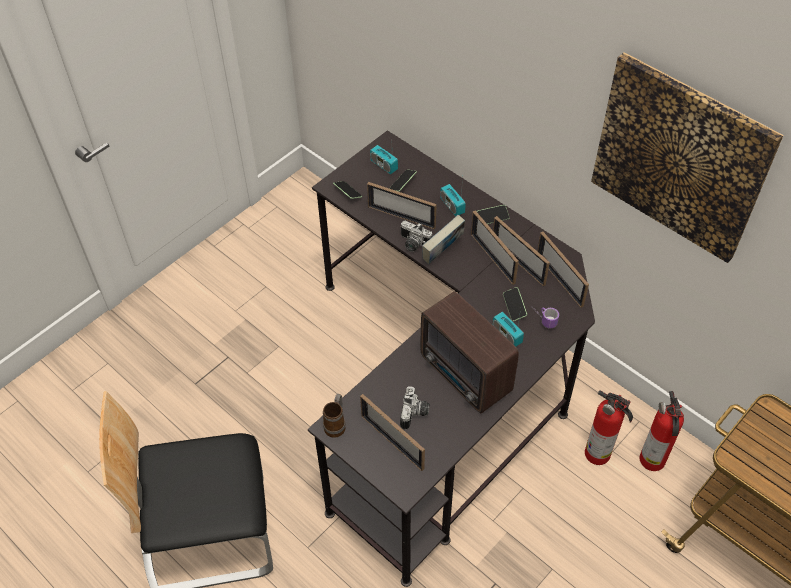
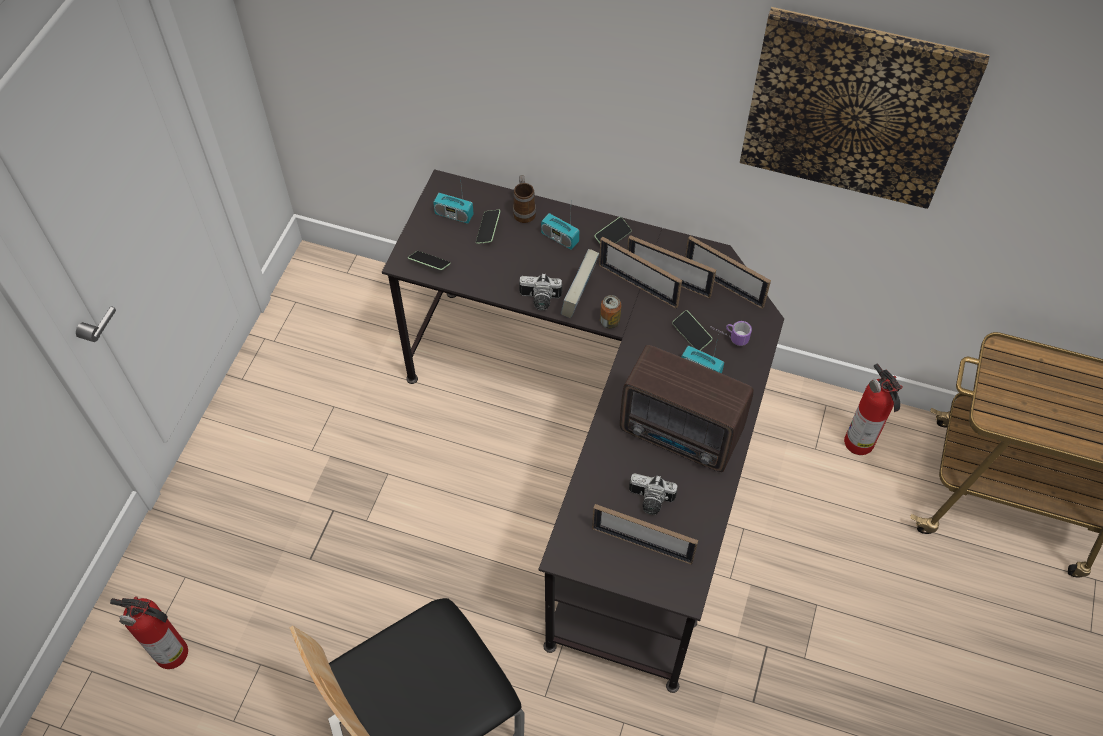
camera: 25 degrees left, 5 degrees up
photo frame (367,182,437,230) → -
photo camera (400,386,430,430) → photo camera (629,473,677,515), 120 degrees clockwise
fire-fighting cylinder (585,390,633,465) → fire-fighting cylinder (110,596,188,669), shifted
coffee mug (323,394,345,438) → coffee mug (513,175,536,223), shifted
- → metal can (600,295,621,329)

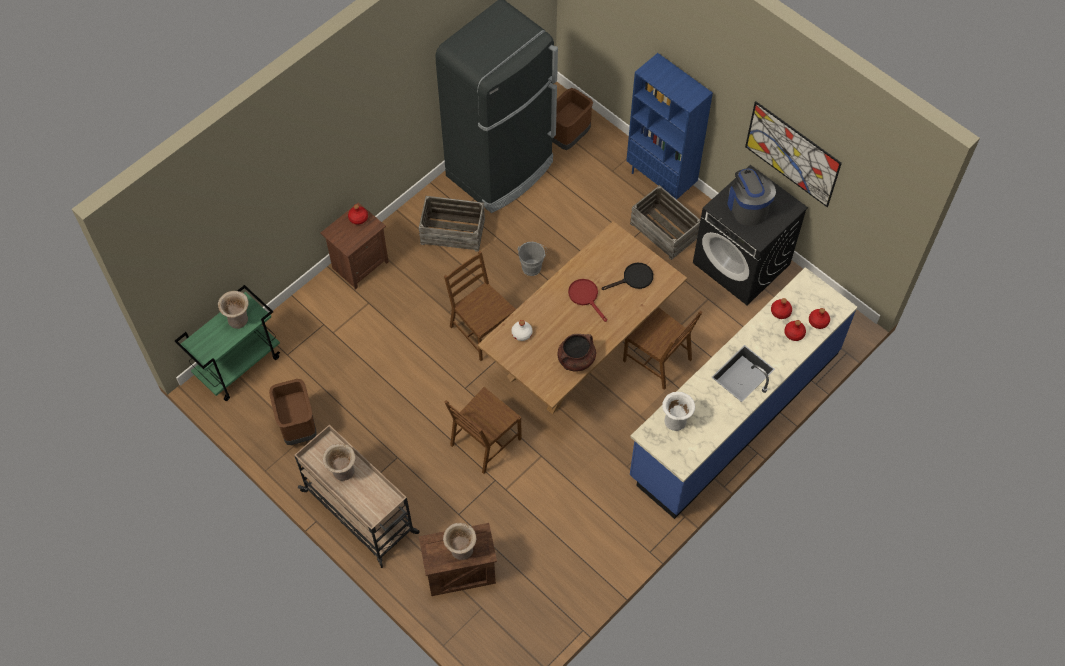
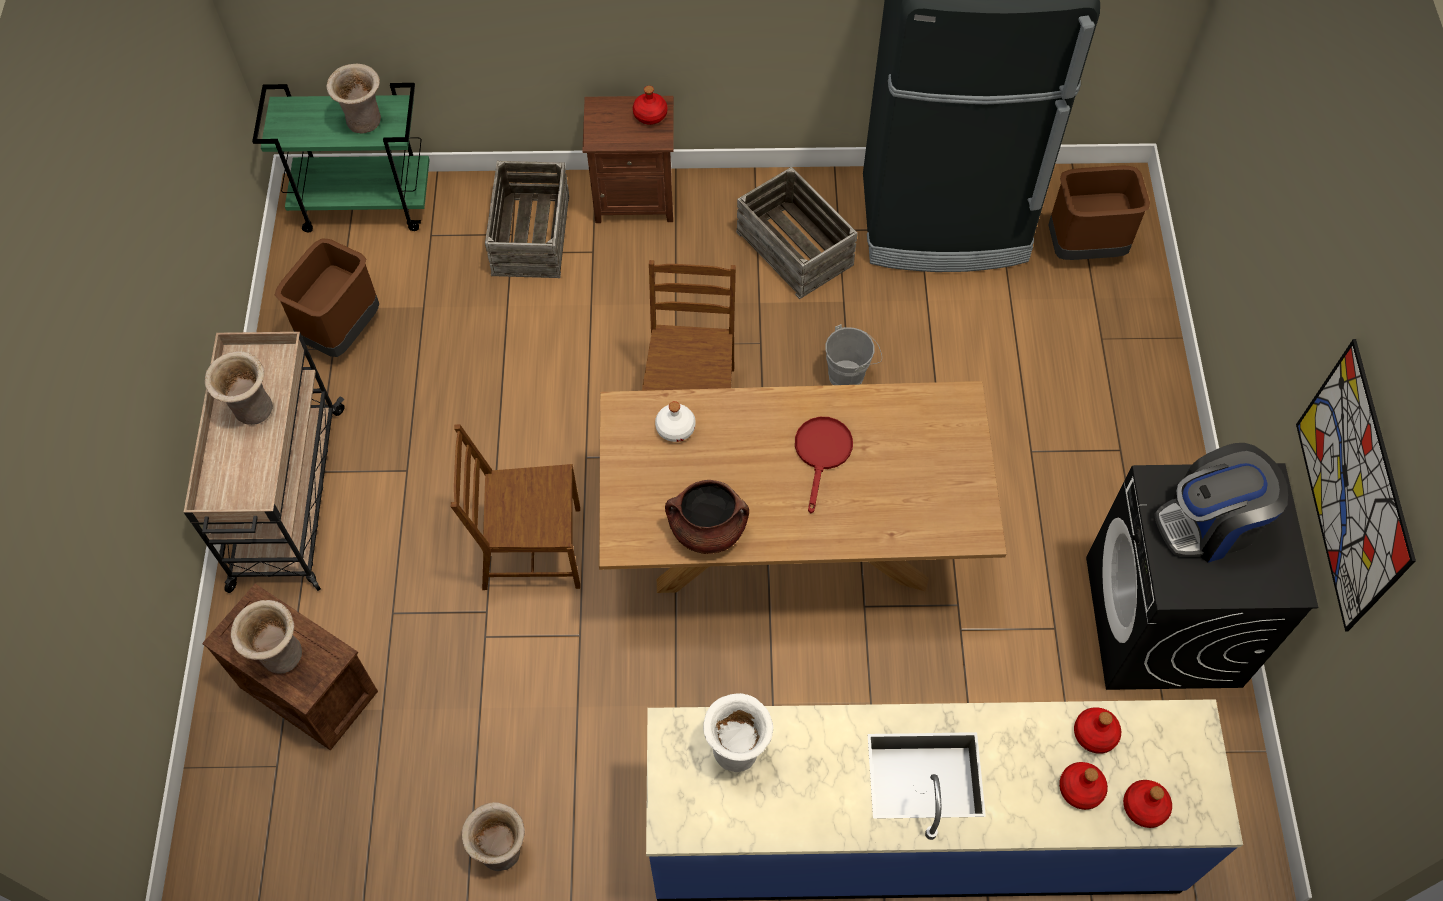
camera: 45 degrees right, 0 degrees up
bookshelf (bluish) (626,53,713,199) → -
coffee maker (727,168,776,226) → coffee maker (1154,443,1288,563), 135 degrees counterclockwise
shipping crate (630,185,700,260) → shipping crate (485,161,569,278), shifted
frying pan (black-coloured) (602,263,653,290) → -
plain chair (brown) (623,307,702,390) → -
- → flower vase (beige-coloured) (462,802,525,871)

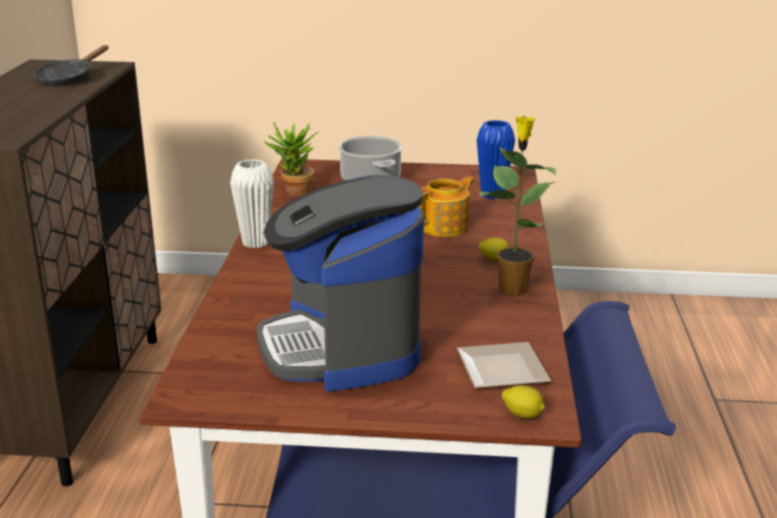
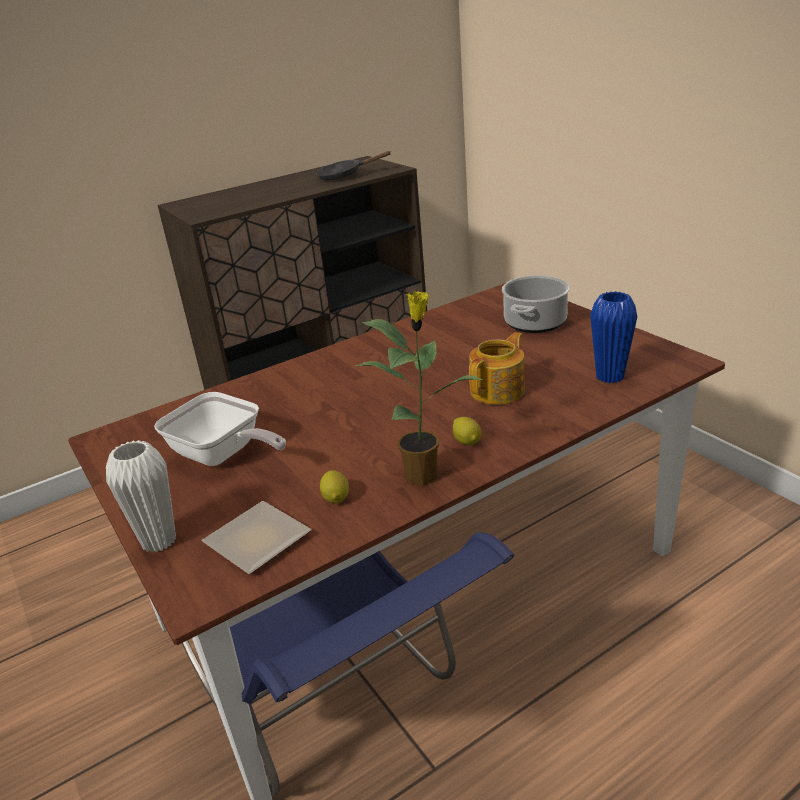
camera: 55 degrees right, 5 degrees up
potted plant (264,122,319,196) → -
flower vase (white) (230,159,274,248) → flower vase (white) (106,440,176,553), shifted
coffee maker (257,175,424,392) → frying pan (154,392,286,466)
pot for tea (419,176,475,237) → pot for tea (469,332,525,405), 60 degrees counterclockwise
whole lemon (502,385,545,419) → whole lemon (320,470,349,503), shifted

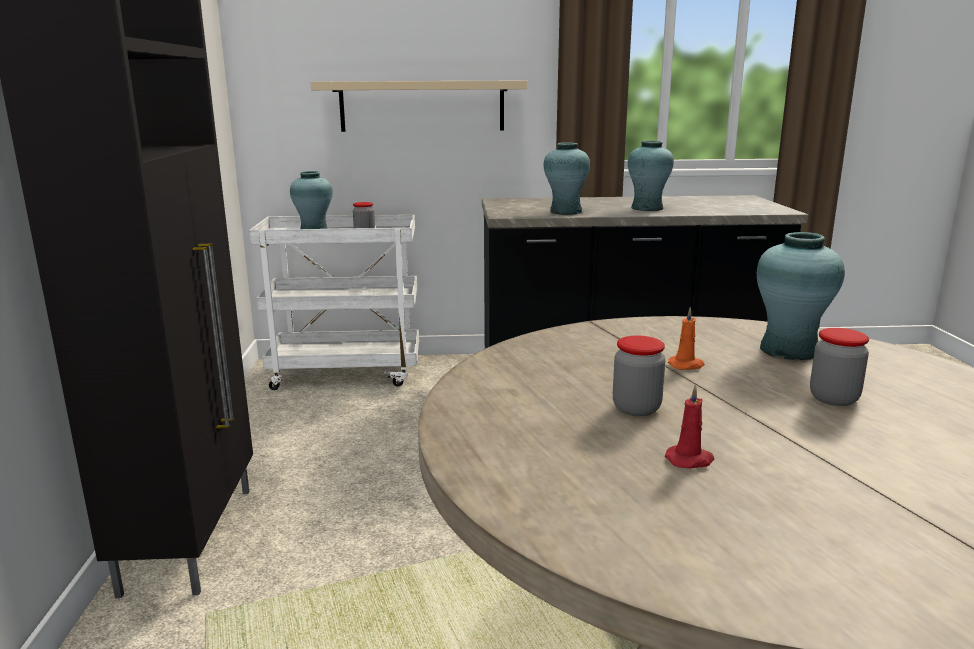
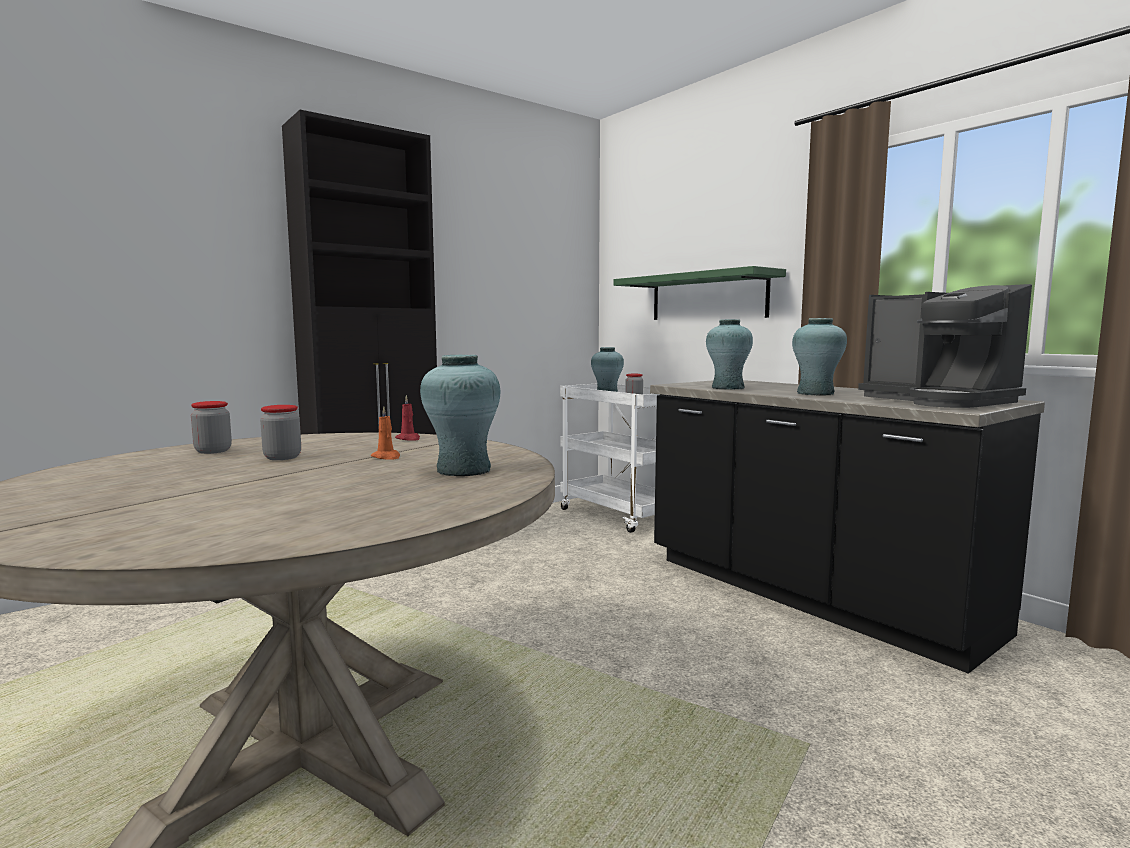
camera: 55 degrees right, 10 degrees down
shelf (beige-coloured) (310,80,527,132) → shelf (greenish) (613,266,786,320)
jar (810,328,869,406) → jar (191,401,232,454), shifted
candle (reddish) (665,385,715,469) → candle (reddish) (395,395,420,441), shifted
- → coffee maker (858,284,1032,408)

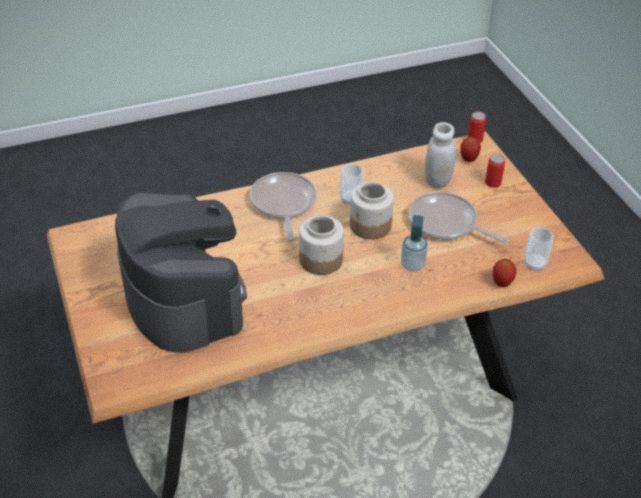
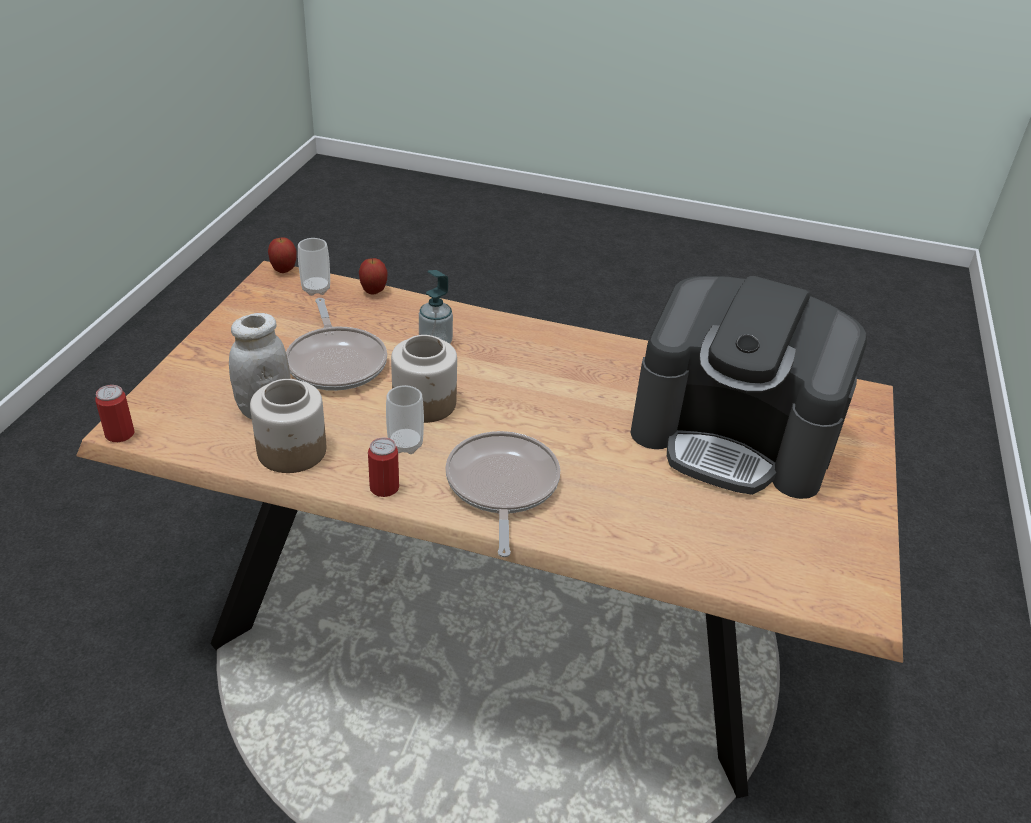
camera: 145 degrees left, 5 degrees down
apple (460,137,481,162) → apple (268,237,297,273), shifted
metal can (485,154,505,188) → metal can (368,438,399,497), shifted
frying pan (250,172,317,241) → frying pan (445,431,560,557), 150 degrees clockwise
coffee maker (115,192,247,353) → coffee maker (630,276,867,499), 75 degrees counterclockwise
jar (299,215,344,275) → jar (250,379,326,473), shifted

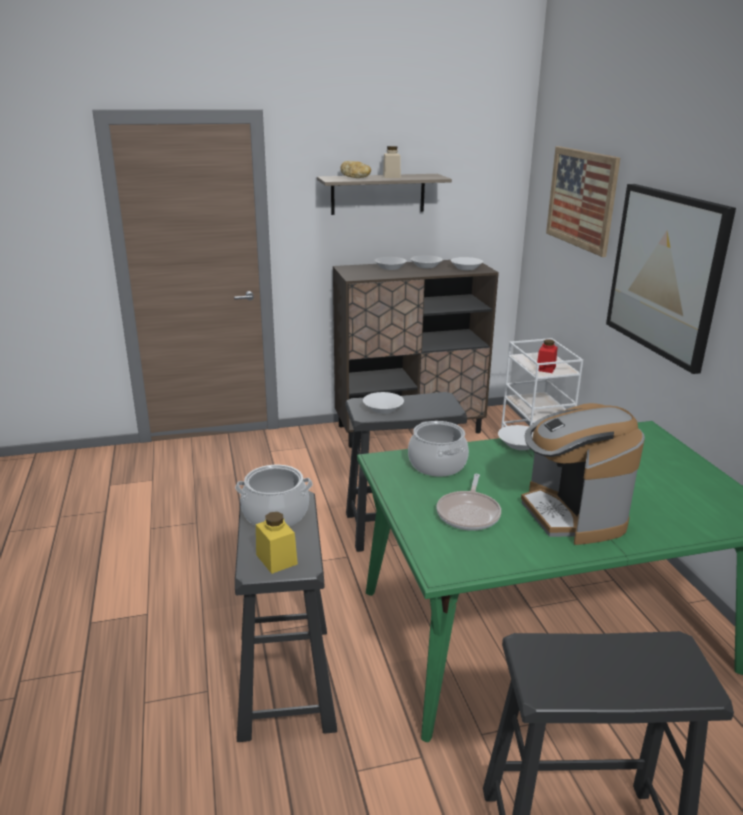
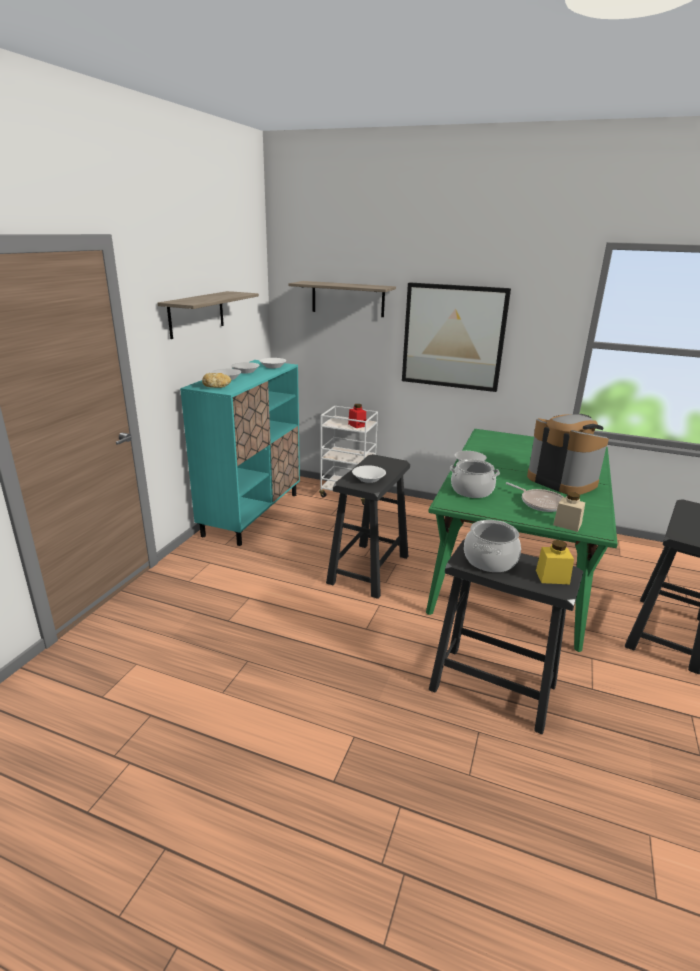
camera: 55 degrees left, 0 degrees up
jar (beige-coloured) (383,146,401,178) → jar (beige-coloured) (553,492,585,532), shifted
wall picture (546,146,620,257) → shelf (288,281,396,317)
baked bread (341,161,371,178) → baked bread (202,373,231,388), shifted
cabinet (brown) (333,260,499,448) → cabinet (blue-green) (180,360,300,546)
coffee maker (521,403,645,545) → coffee maker (527,414,609,495), 150 degrees counterclockwise

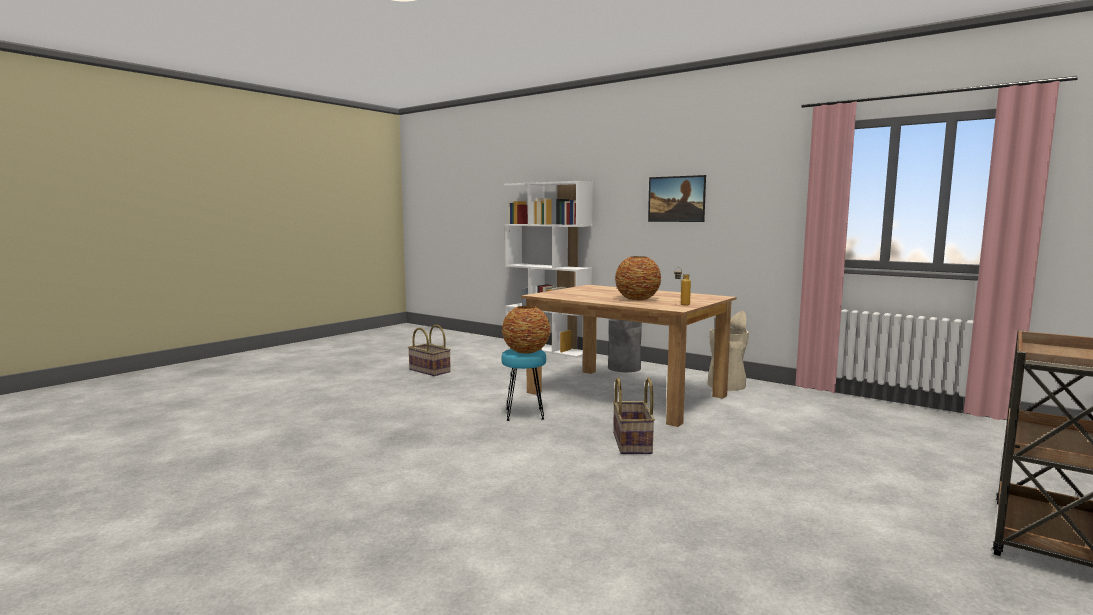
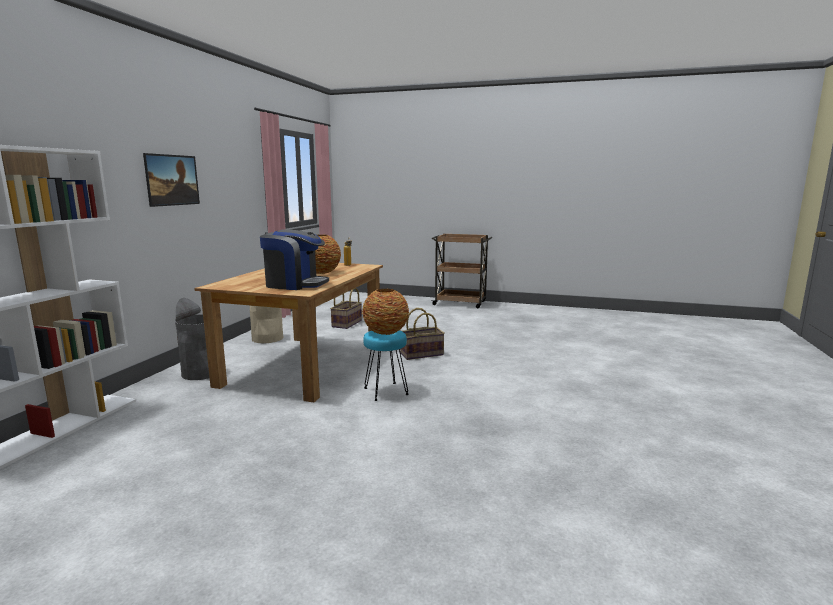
camera: 110 degrees left, 5 degrees up
storage basket (408,325,451,376) → storage basket (330,288,362,329), shifted
- → coffee maker (260,229,329,290)

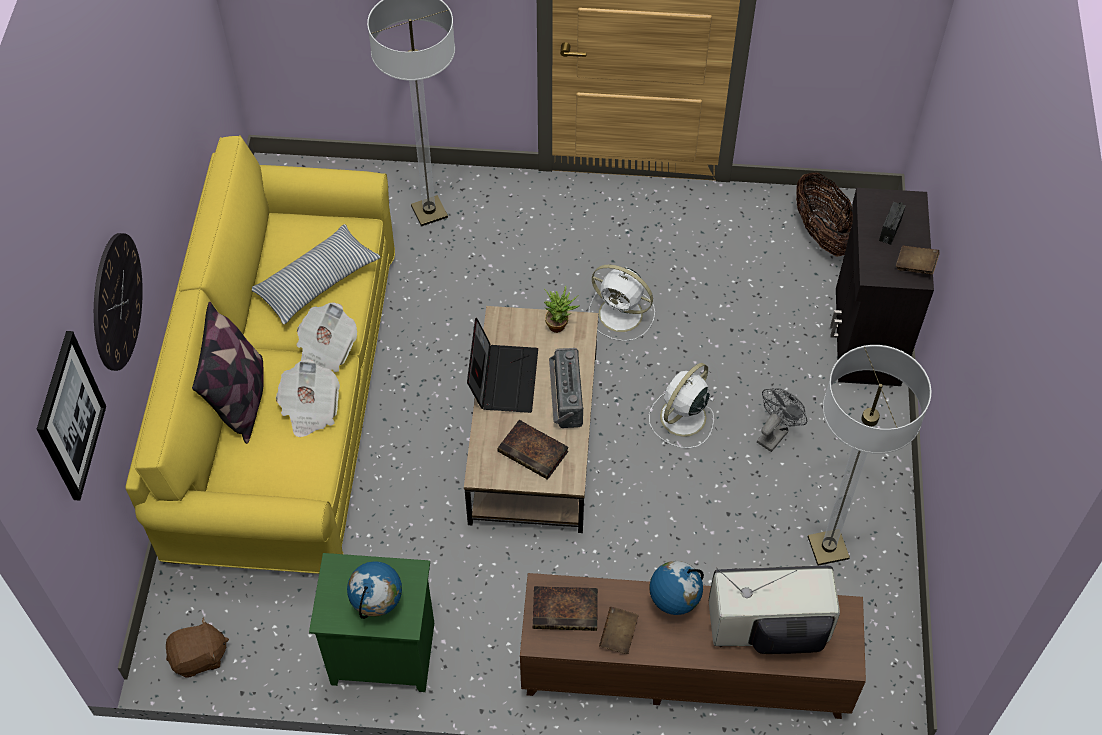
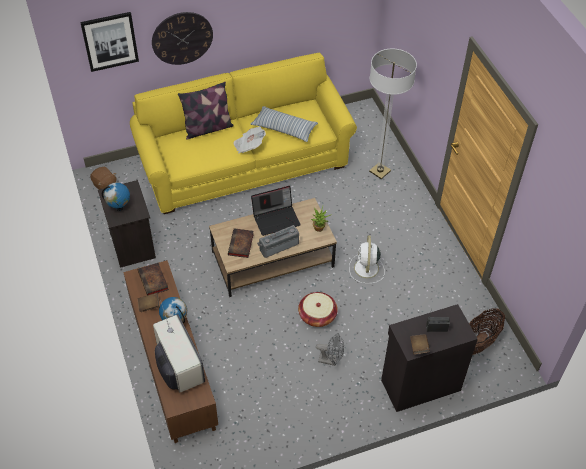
camera: 65 degrees right, 5 degrees down
standard lamp (808,345,932,566) → -
newspaper (276,359,340,437) → -
fan (white) (649,363,714,448) → storage basket (298,292,338,327)
night table (greenish) (309,553,434,692) → night table (black-coloured) (98,180,156,268)

